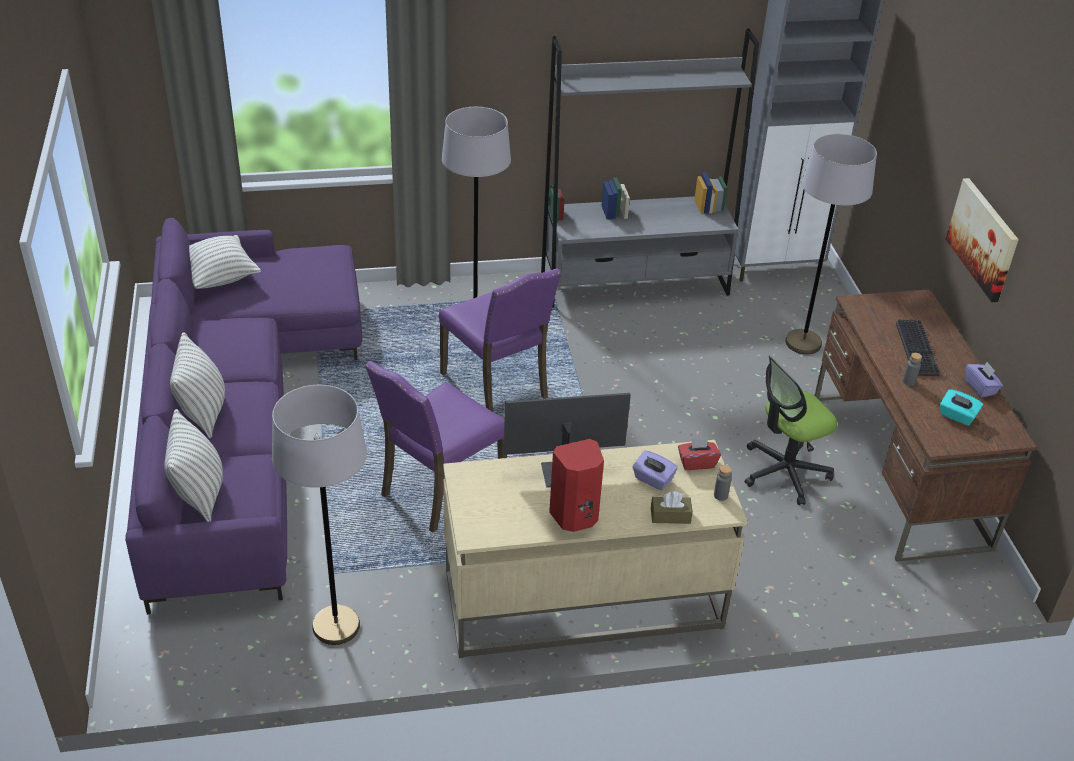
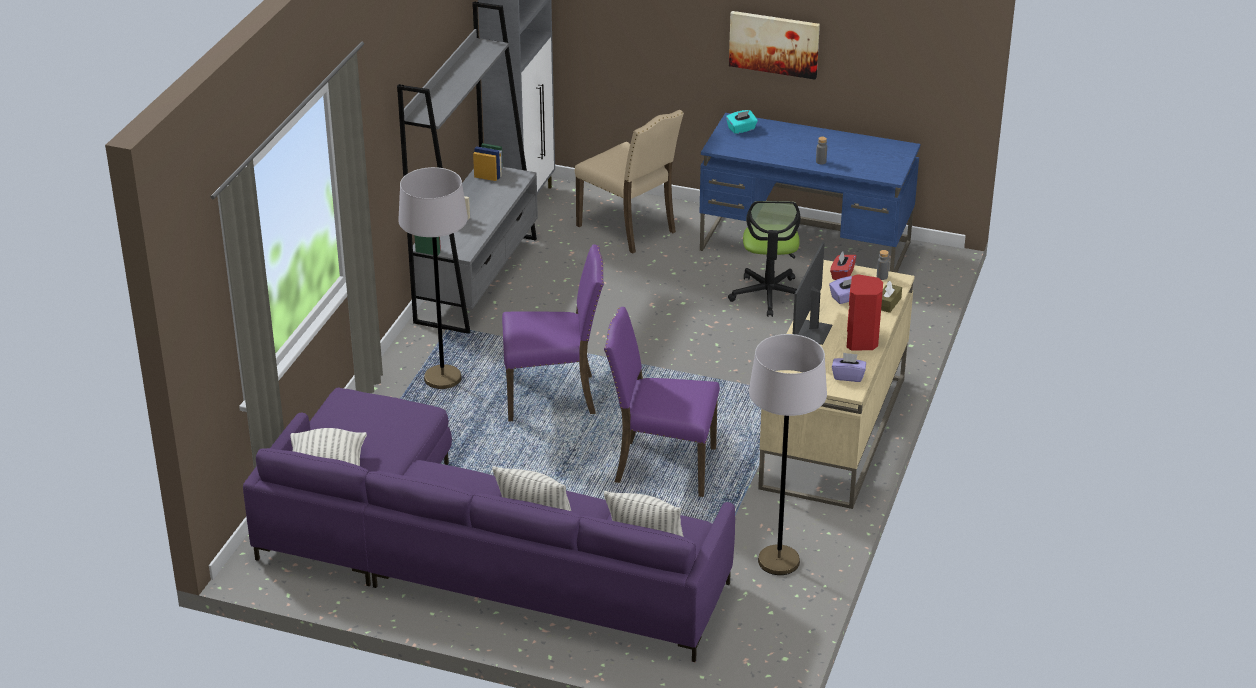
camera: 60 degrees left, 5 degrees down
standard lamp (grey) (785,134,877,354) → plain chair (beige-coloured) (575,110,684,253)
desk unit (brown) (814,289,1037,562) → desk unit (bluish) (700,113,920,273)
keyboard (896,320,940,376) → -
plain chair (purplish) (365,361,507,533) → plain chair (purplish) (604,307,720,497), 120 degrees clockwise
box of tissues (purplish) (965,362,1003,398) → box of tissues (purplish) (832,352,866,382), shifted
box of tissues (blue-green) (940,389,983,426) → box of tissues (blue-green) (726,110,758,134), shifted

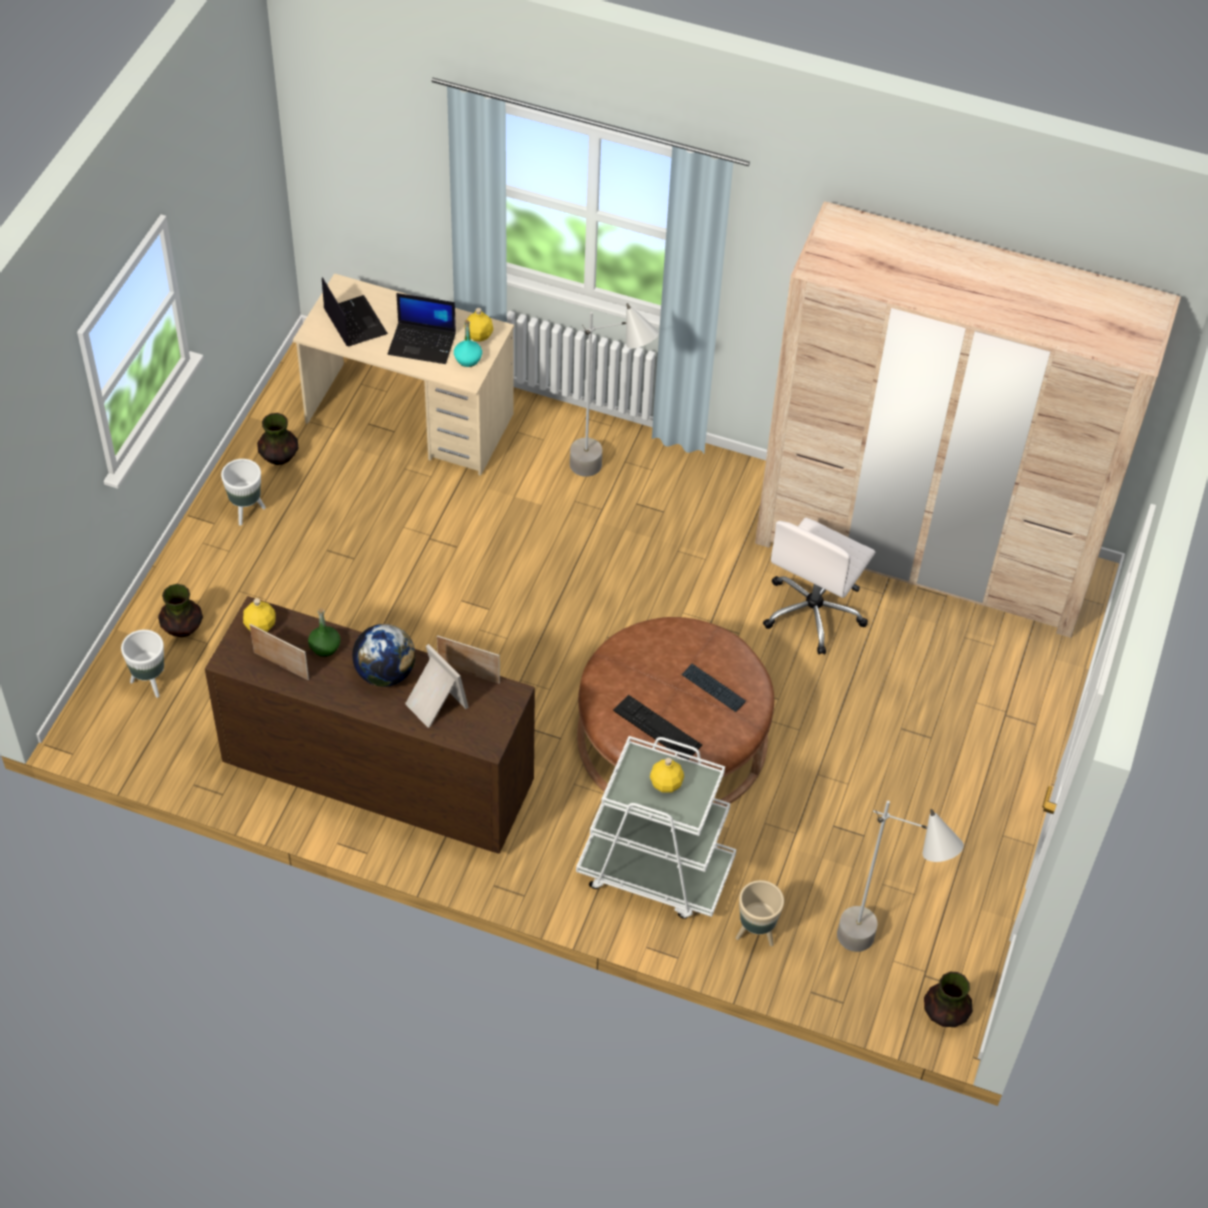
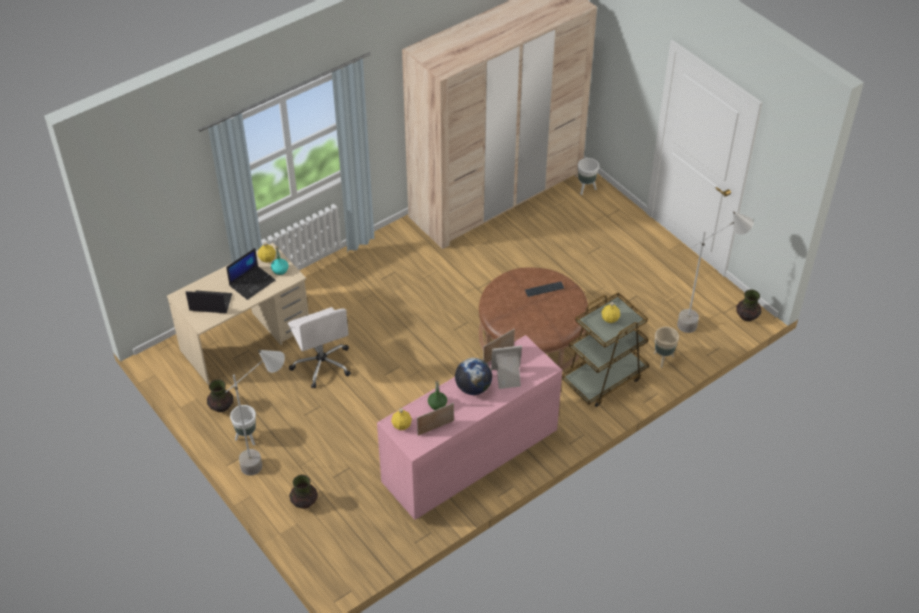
camera: 55 degrees left, 5 degrees down
standard lamp (grey) (570,303,659,477) → standard lamp (grey) (226,350,285,475), shifted
desk chair (white) (763,518,875,655) → desk chair (white) (288,307,351,388), shifted
chest of drawers (brown) (205,596,535,854) → chest of drawers (pink-coloured) (377,335,562,520)
flower pot (white) (121,630,164,698) → flower pot (white) (578,158,599,195), shifted
keyboard (613,695,702,760) → -
trolley (white) (576,736,737,919) → trolley (brown) (562,292,649,407)

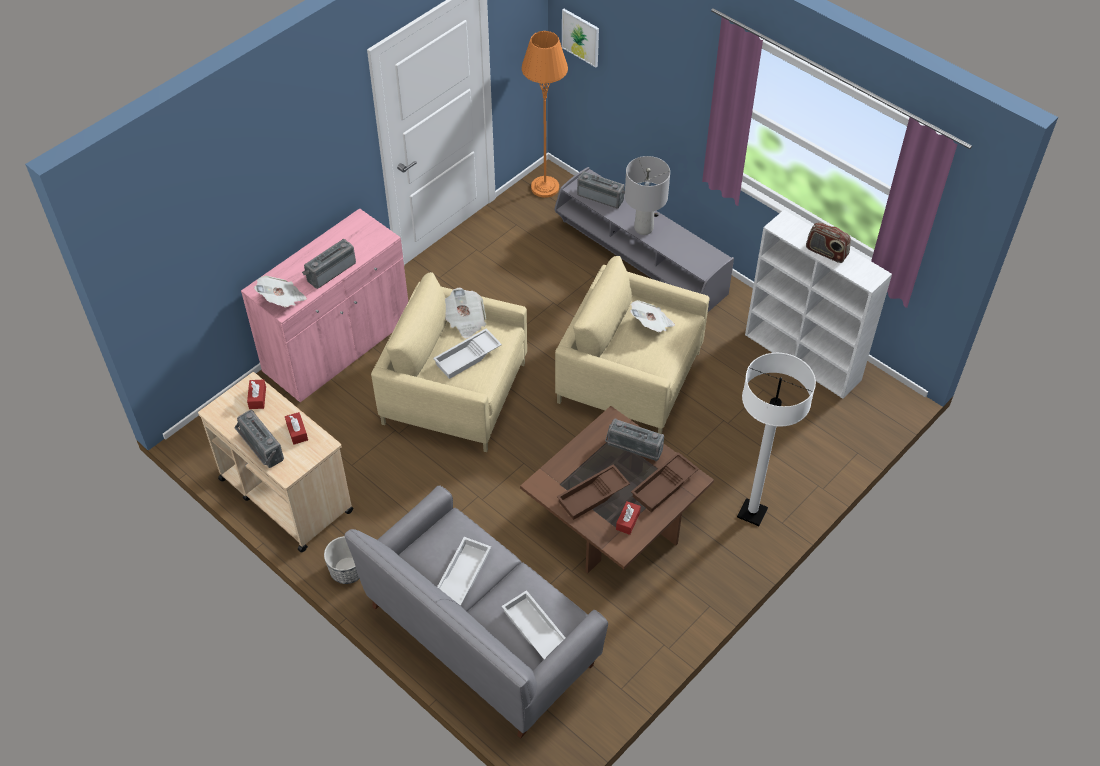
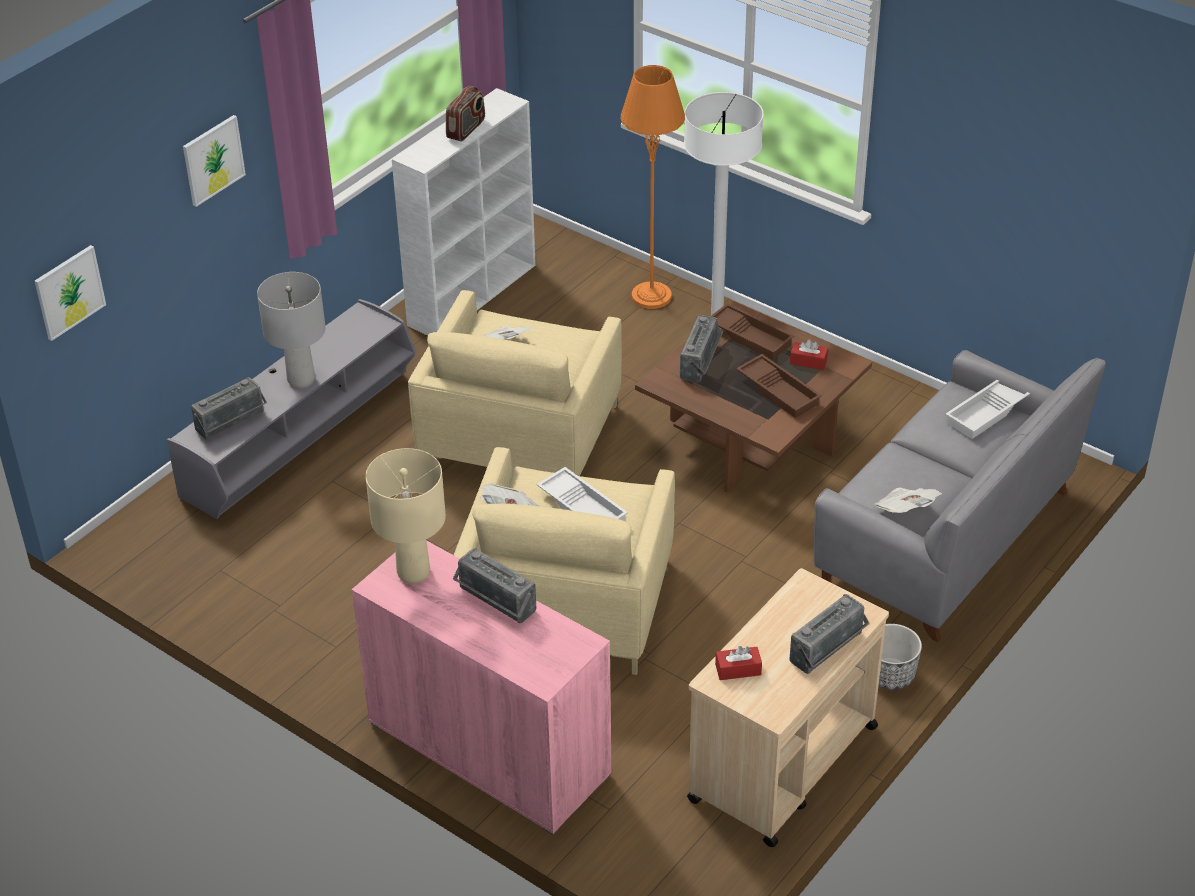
camera: 95 degrees left, 10 degrees down
standard lamp (orange-coloured) (521,31,568,198) → standard lamp (orange-coloured) (620,65,685,309), shifted
radio (577,171,625,208) → radio (191,377,267,440), 150 degrees counterclockwise
newspaper (254,276,307,307) → newspaper (874,488,942,513), shifted
box of tissues (reddish) (285,412,308,445) → -
tray (white) (437,537,491,606) → -
- → wall picture (183,115,246,207)
- → tabletop lamp (beige-coloured) (365,448,446,584)

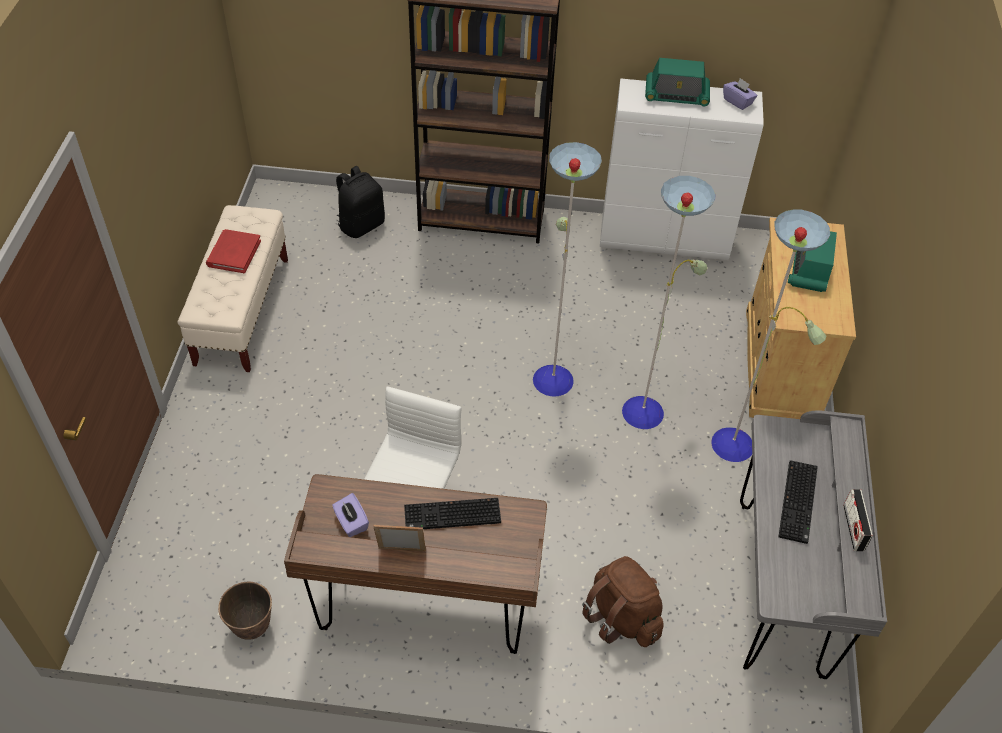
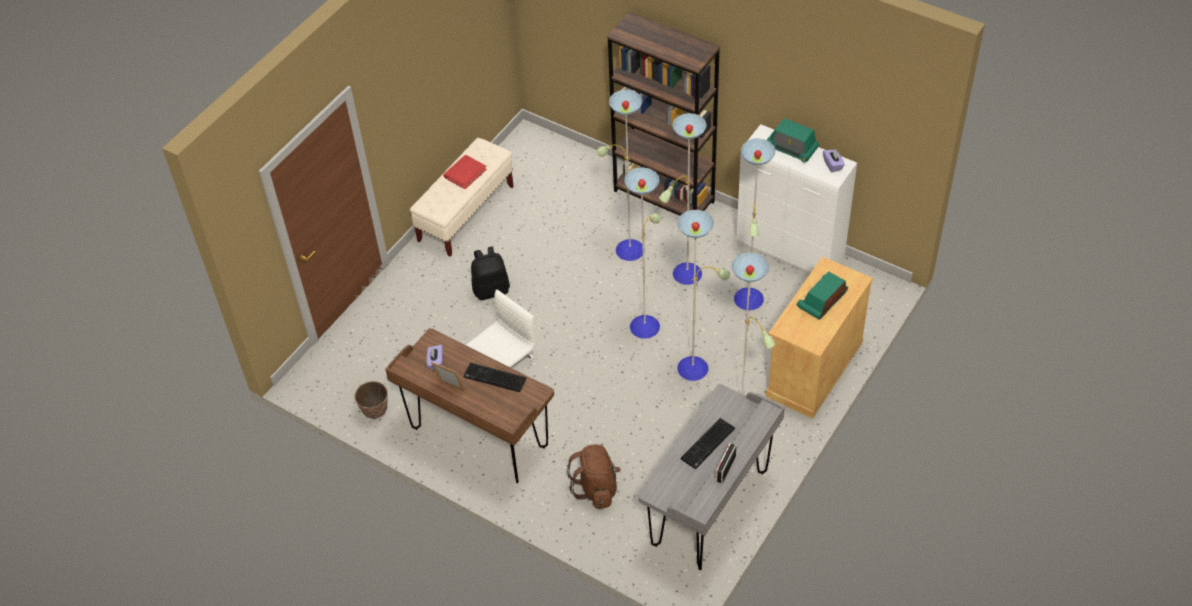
camera: 30 degrees right, 0 degrees up
rucksack (black-coloured) (336,166,385,238) → rucksack (black-coloured) (471,246,510,300), shifted
- → standard lamp (597,90,776,310)

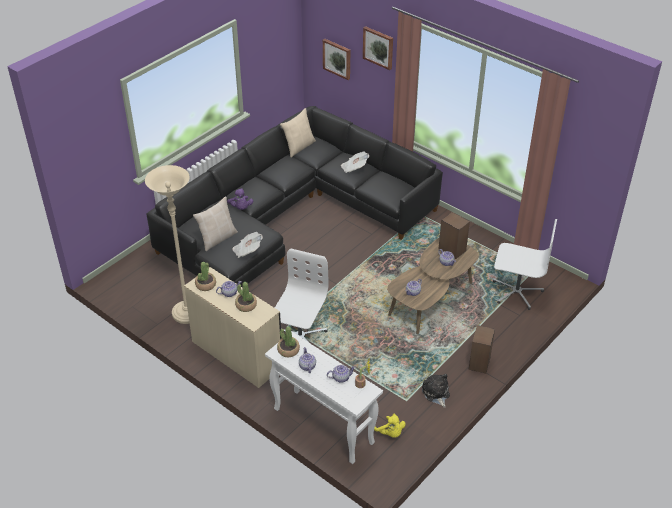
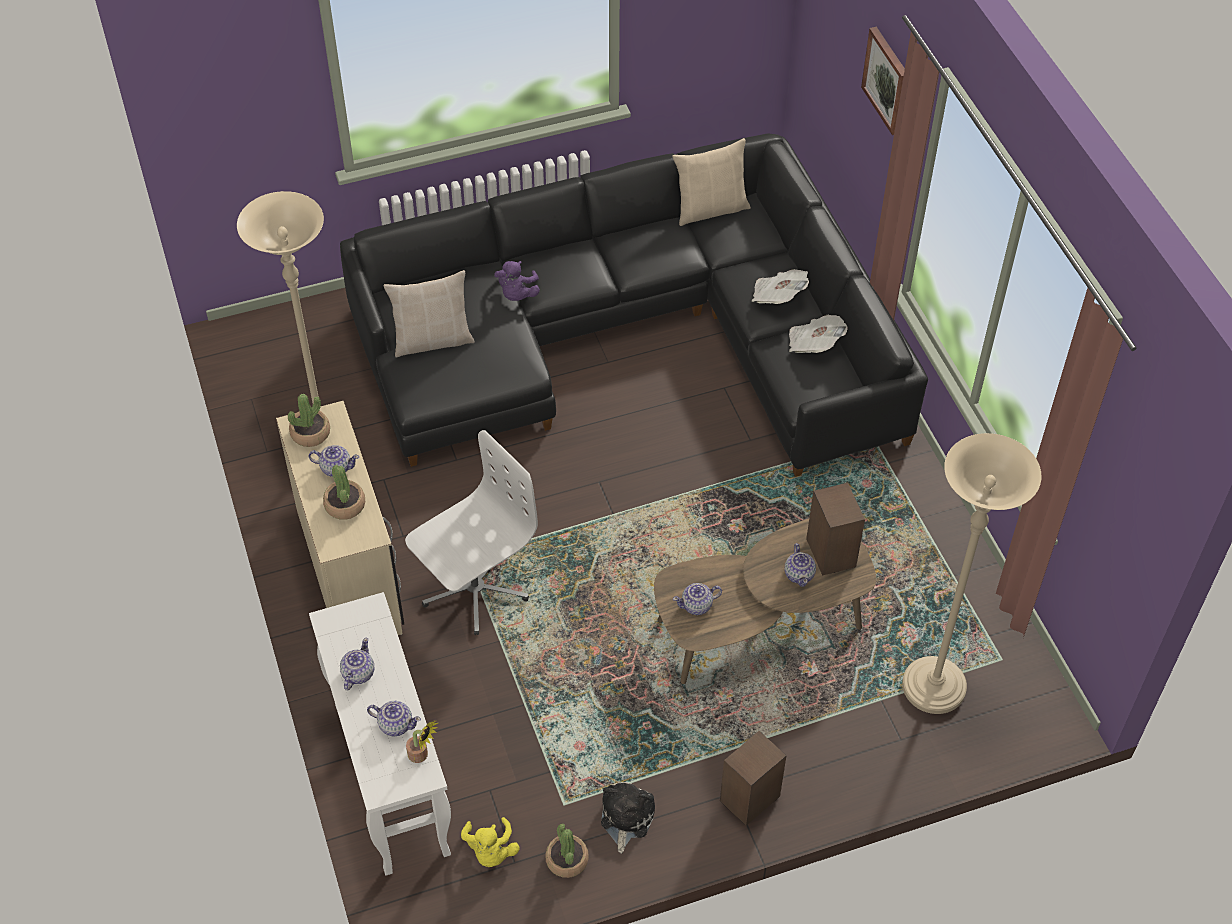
camera: 30 degrees right, 10 degrees up
wall picture (323,39,350,80) → -
desk chair (white) (493,219,557,310) → standard lamp (beige-coloured) (902,433,1042,714)
newspaper (232,232,263,258) → newspaper (789,315,848,353), shifted
potted plant (277,327,300,357) → potted plant (545,824,589,878), shifted

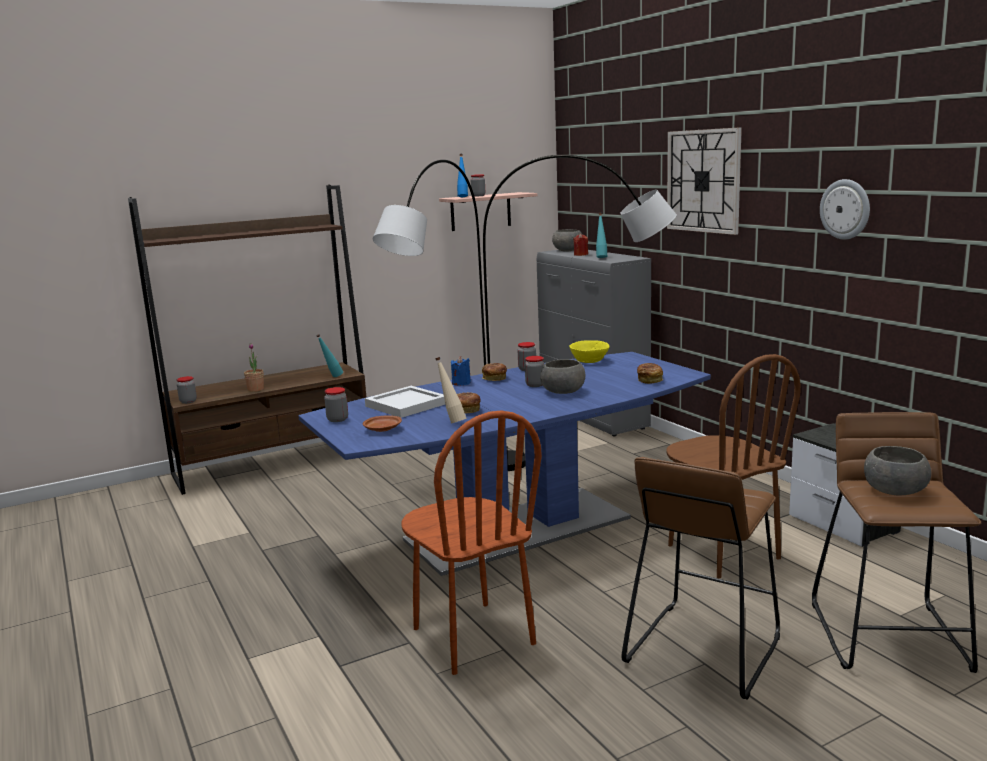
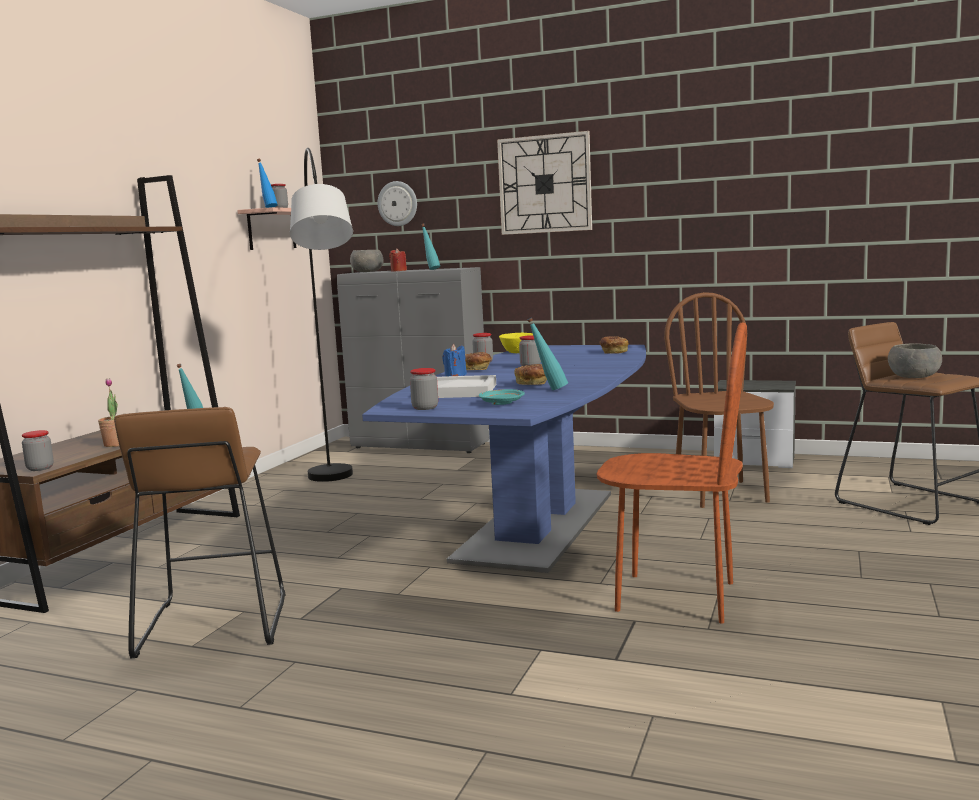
camera: 40 degrees left, 5 degrees down
standard lamp (grey) (483,155,677,471) → -
hanging clock (820,179,870,240) → hanging clock (378,181,417,226), shifted
plain chair (brown) (666,354,801,578) → plain chair (brown) (664,292,774,508), 120 degrees counterclockwise
bottle (beige-coloured) (435,357,466,424) → bottle (blue-green) (528,318,568,390)
deep dish (grey) (540,359,585,394) → -
plate (brown) (363,415,402,432) → plate (blue-green) (479,389,525,405)
sitting stool (brown) (621,457,780,700) → sitting stool (brown) (114,407,286,658), shifted

